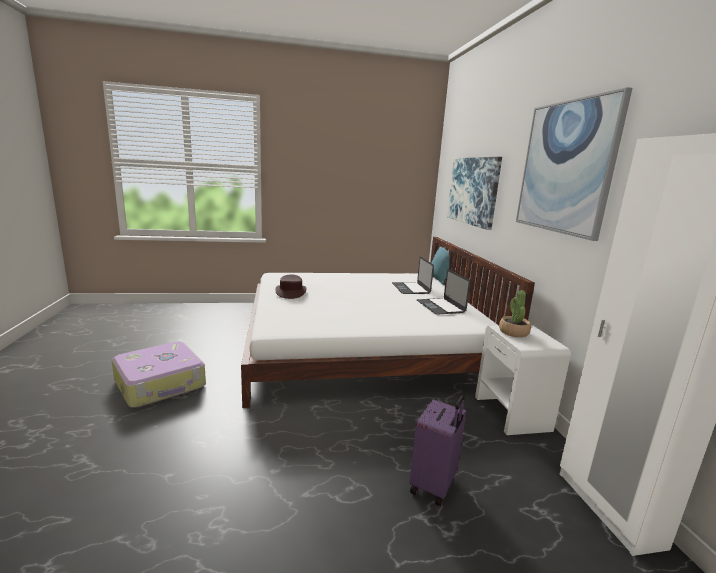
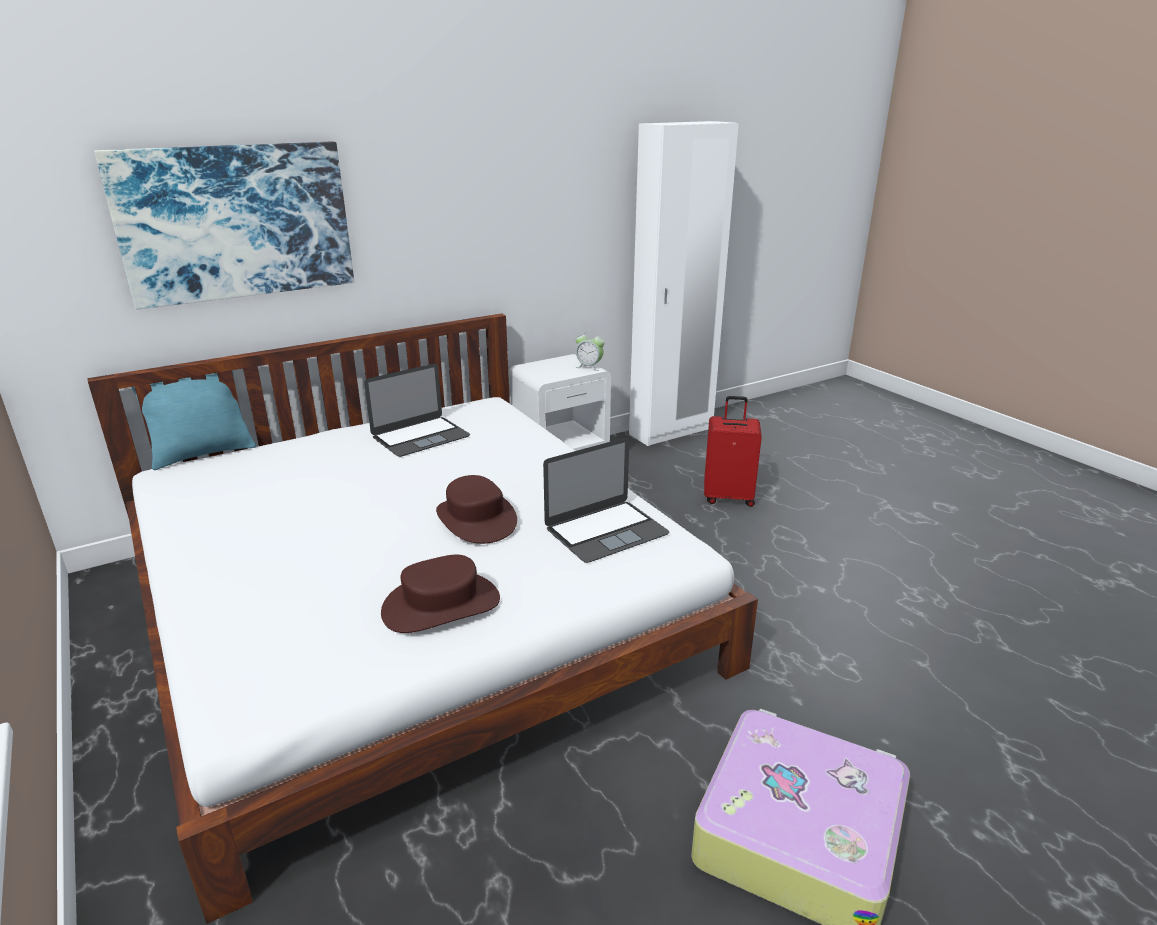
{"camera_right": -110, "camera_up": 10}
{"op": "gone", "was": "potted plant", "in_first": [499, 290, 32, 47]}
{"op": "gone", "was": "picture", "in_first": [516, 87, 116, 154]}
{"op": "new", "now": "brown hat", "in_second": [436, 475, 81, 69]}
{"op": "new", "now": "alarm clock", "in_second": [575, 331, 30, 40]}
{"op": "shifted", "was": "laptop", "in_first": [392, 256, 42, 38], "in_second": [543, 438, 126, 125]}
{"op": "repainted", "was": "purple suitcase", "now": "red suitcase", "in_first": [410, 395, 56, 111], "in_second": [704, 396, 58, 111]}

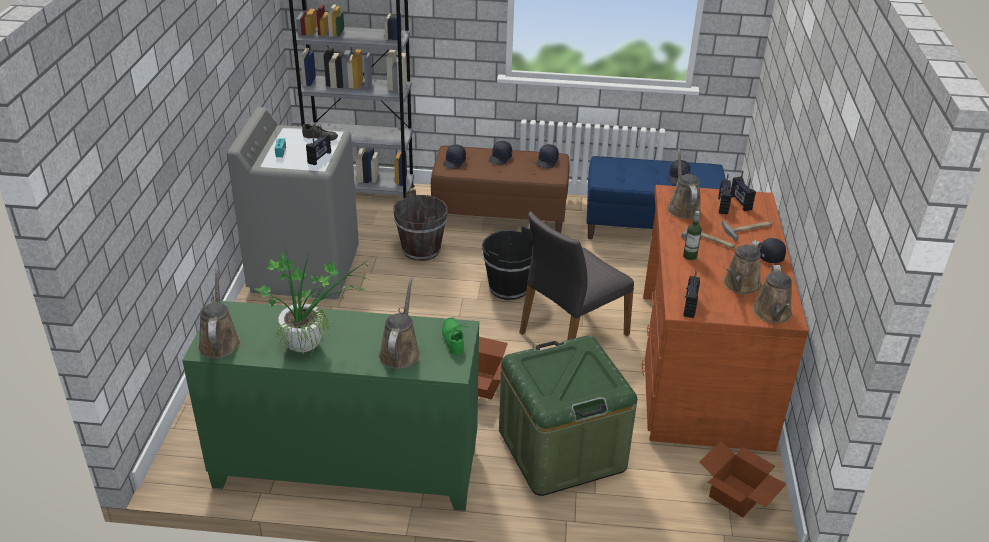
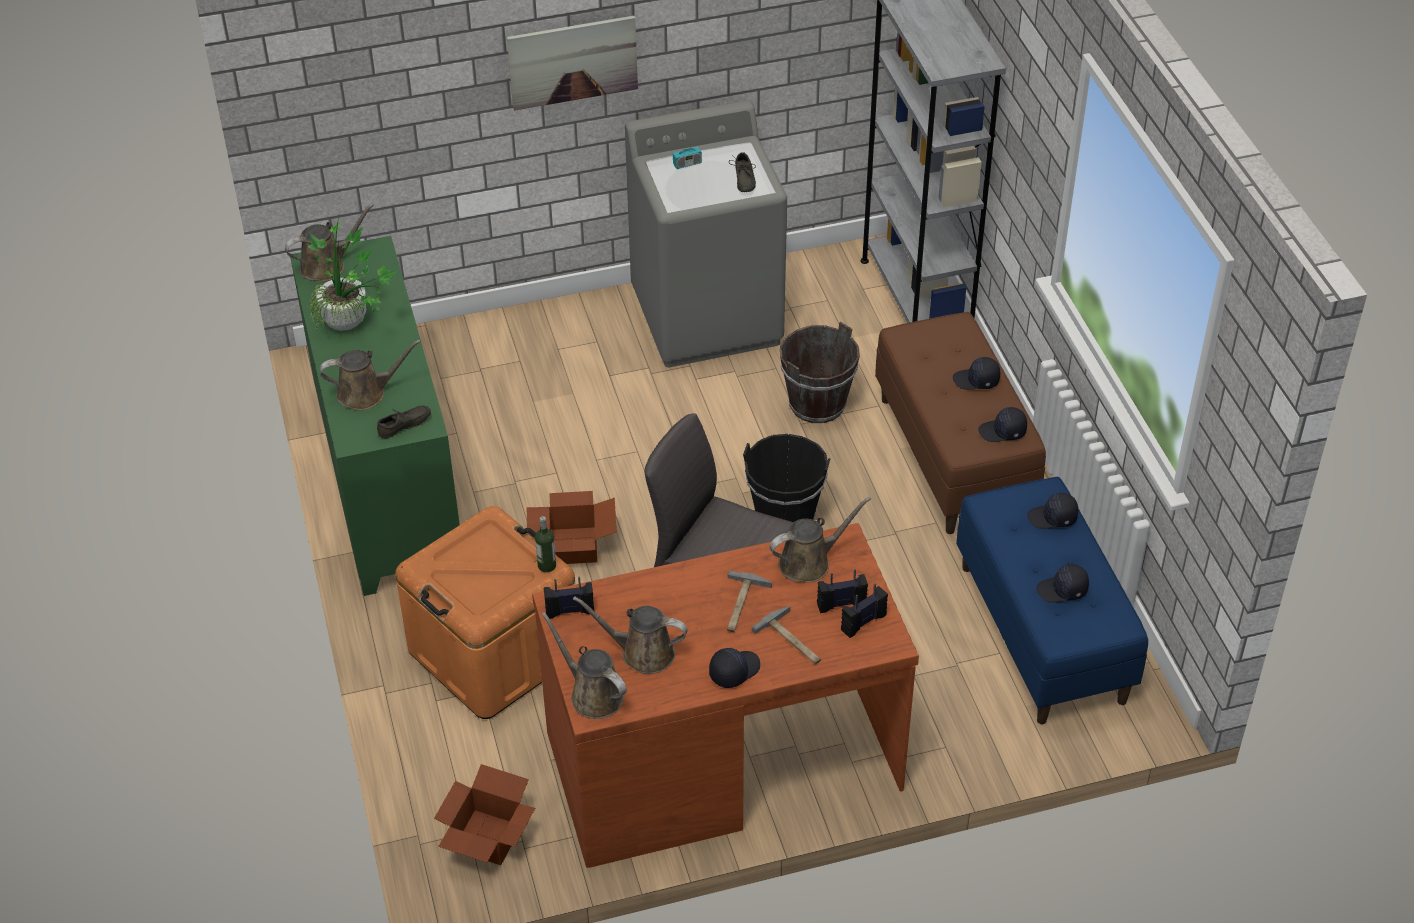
{"camera_right": 70, "camera_up": 10}
{"op": "gone", "was": "radio", "in_first": [306, 127, 25, 38]}
{"op": "new", "now": "picture", "in_second": [507, 16, 131, 95]}
{"op": "shifted", "was": "black cap", "in_first": [443, 144, 23, 25], "in_second": [1027, 493, 51, 36]}
{"op": "shifted", "was": "bottle", "in_first": [683, 211, 19, 49], "in_second": [535, 516, 21, 56]}
{"op": "repainted", "was": "green shoe", "now": "grey shoe", "in_first": [442, 318, 27, 37], "in_second": [377, 405, 54, 33]}
{"op": "repainted", "was": "green storage box", "now": "orange storage box", "in_first": [499, 335, 138, 161], "in_second": [395, 506, 180, 213]}
{"op": "rotated", "was": "brown watering can", "in_first": [753, 265, 39, 58], "in_second": [542, 612, 85, 107], "clockwise": 60}

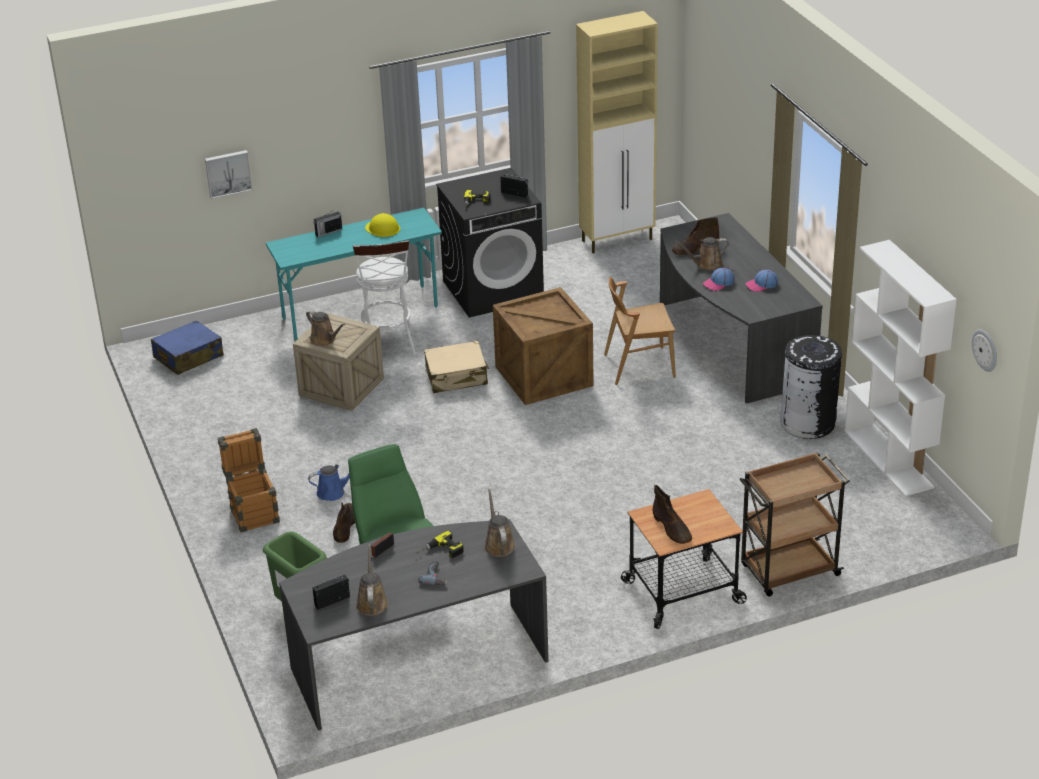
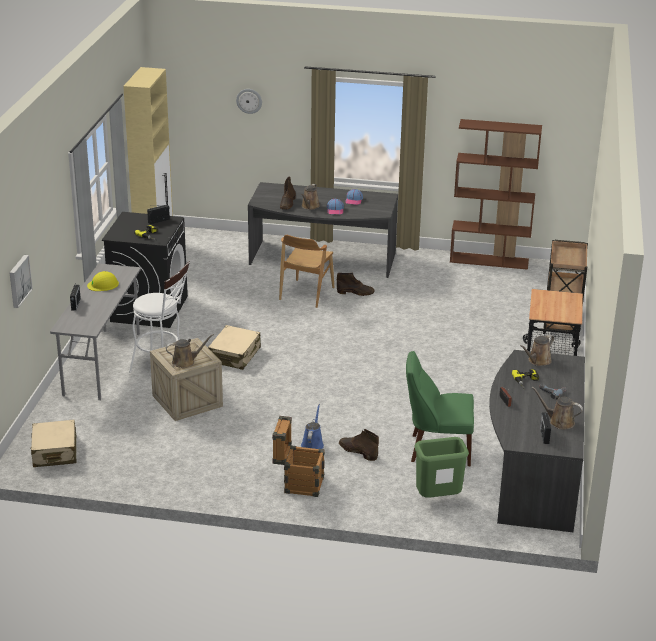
{"camera_right": -60, "camera_up": -5}
{"op": "gone", "was": "crate", "in_first": [493, 287, 101, 118]}
{"op": "gone", "was": "black trash can", "in_first": [780, 335, 62, 104]}
{"op": "shifted", "was": "brown boot", "in_first": [653, 485, 39, 59], "in_second": [337, 272, 37, 24]}
{"op": "shifted", "was": "wall clock", "in_first": [972, 329, 25, 43], "in_second": [236, 89, 26, 25]}
{"op": "repainted", "was": "blue suitcase", "now": "beige suitcase", "in_first": [151, 320, 73, 55], "in_second": [30, 420, 47, 47]}
{"op": "repainted", "was": "turquoise desk", "now": "grey desk", "in_first": [266, 208, 176, 133], "in_second": [50, 263, 91, 138]}
{"op": "repainted", "was": "white bookcase", "now": "brown bookcase", "in_first": [844, 240, 113, 257], "in_second": [450, 119, 92, 151]}
{"op": "rotated", "was": "brown watering can", "in_first": [484, 489, 31, 68], "in_second": [520, 335, 34, 31], "clockwise": -60}

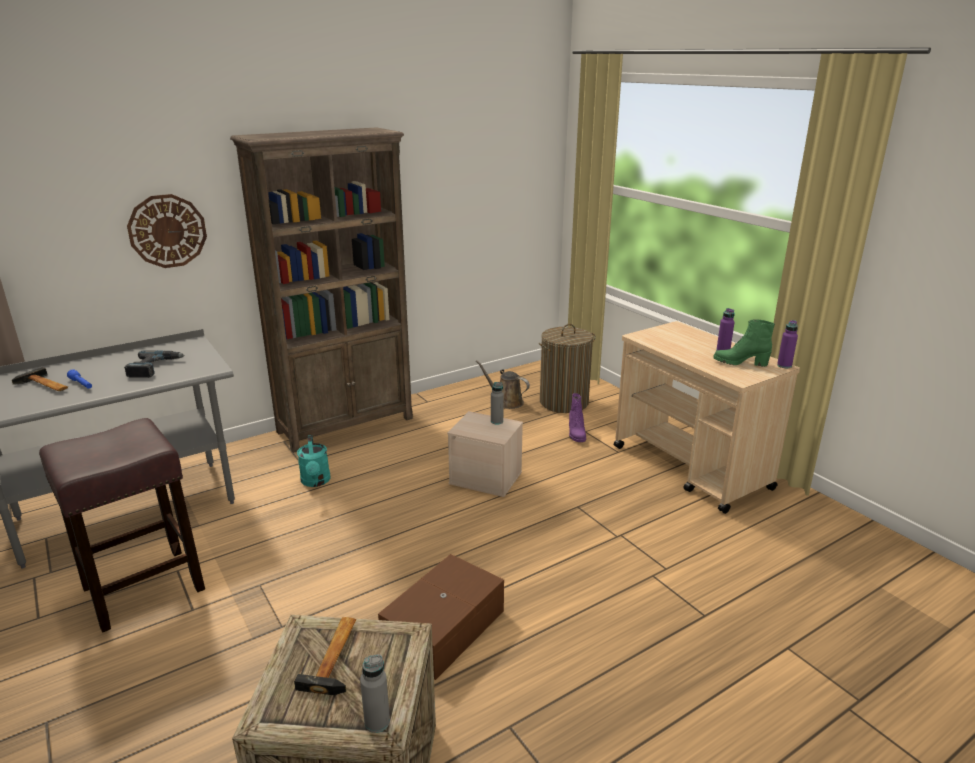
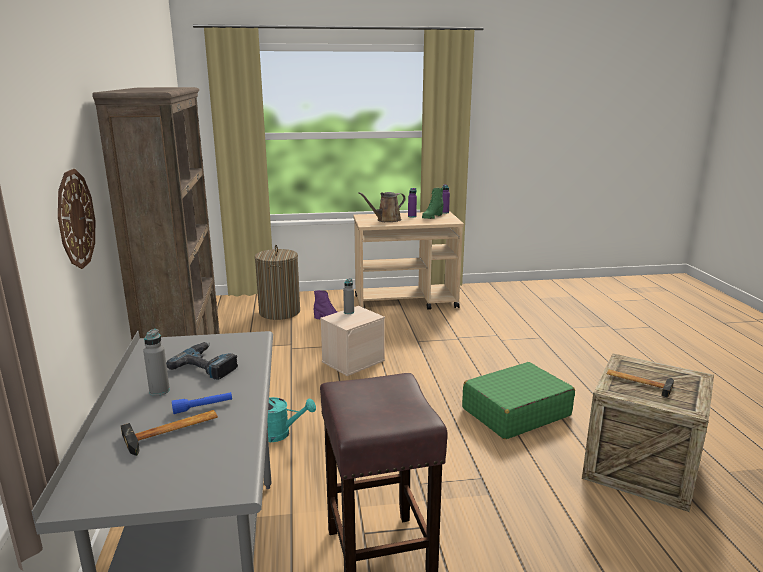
{"camera_right": -65, "camera_up": -5}
{"op": "shifted", "was": "grey bottle", "in_first": [360, 654, 30, 79], "in_second": [143, 329, 27, 67]}
{"op": "shifted", "was": "brown watering can", "in_first": [476, 360, 54, 49], "in_second": [359, 192, 47, 30]}
{"op": "swapped", "was": "brown storage box", "now": "green suitcase", "in_first": [378, 554, 126, 126], "in_second": [462, 362, 113, 77]}

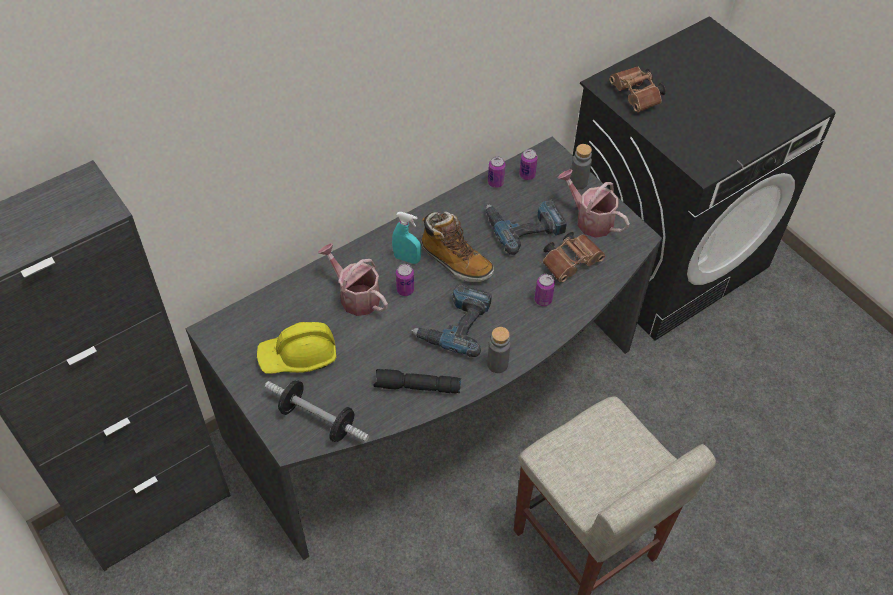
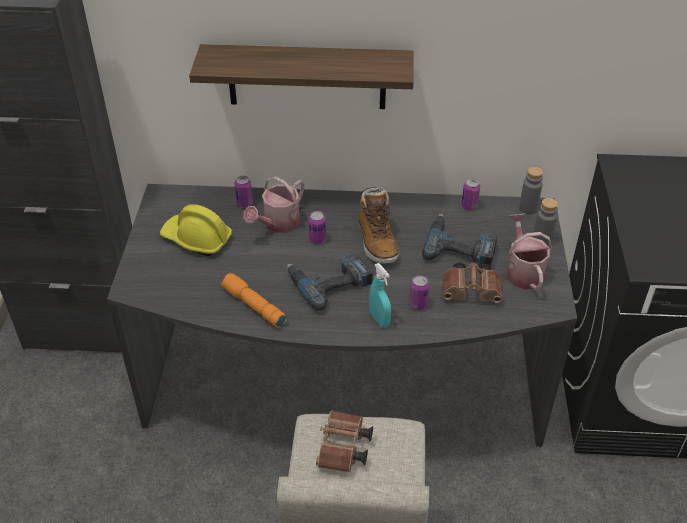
{"camera_right": 40, "camera_up": -10}
{"op": "gone", "was": "dumbbell", "in_first": [265, 381, 104, 61]}
{"op": "new", "now": "shelf", "in_second": [189, 44, 224, 65]}
{"op": "shifted", "was": "turquoise spray bottle", "in_first": [392, 212, 29, 52], "in_second": [369, 263, 22, 65]}
{"op": "shifted", "was": "grey bottle", "in_first": [487, 327, 24, 46], "in_second": [519, 167, 24, 47]}
{"op": "shifted", "was": "can", "in_first": [519, 149, 19, 31], "in_second": [235, 176, 18, 32]}
{"op": "shifted", "was": "brown binoculars", "in_first": [609, 66, 57, 46], "in_second": [316, 410, 57, 62]}
{"op": "repainted", "was": "black flashlight", "now": "orange flashlight", "in_first": [373, 369, 88, 24], "in_second": [220, 273, 66, 55]}
{"op": "rotated", "was": "watering can", "in_first": [318, 243, 70, 73], "in_second": [243, 176, 62, 57], "clockwise": -135}

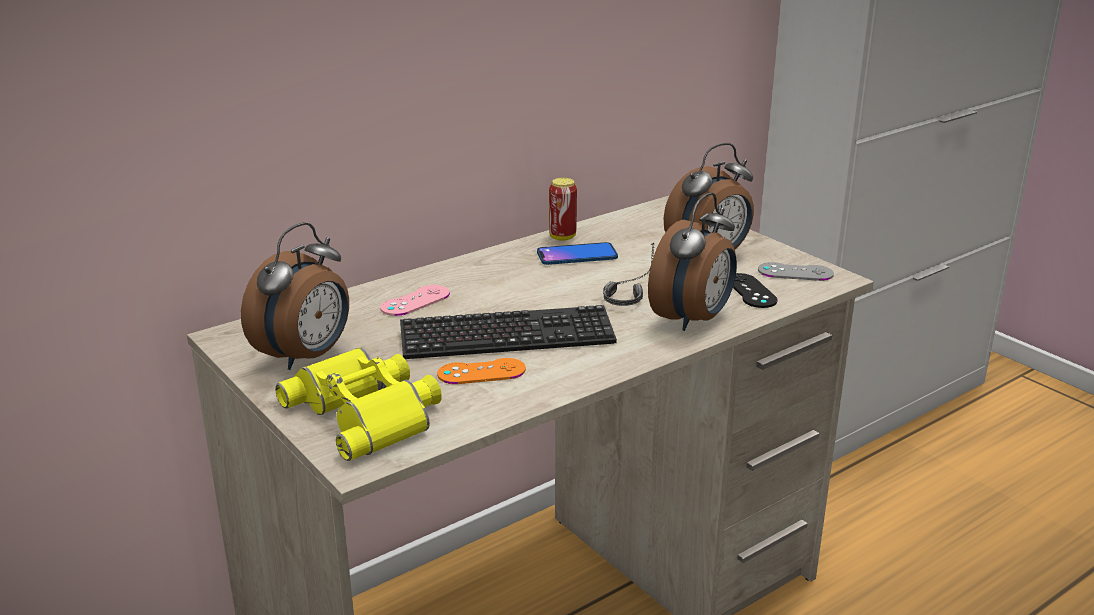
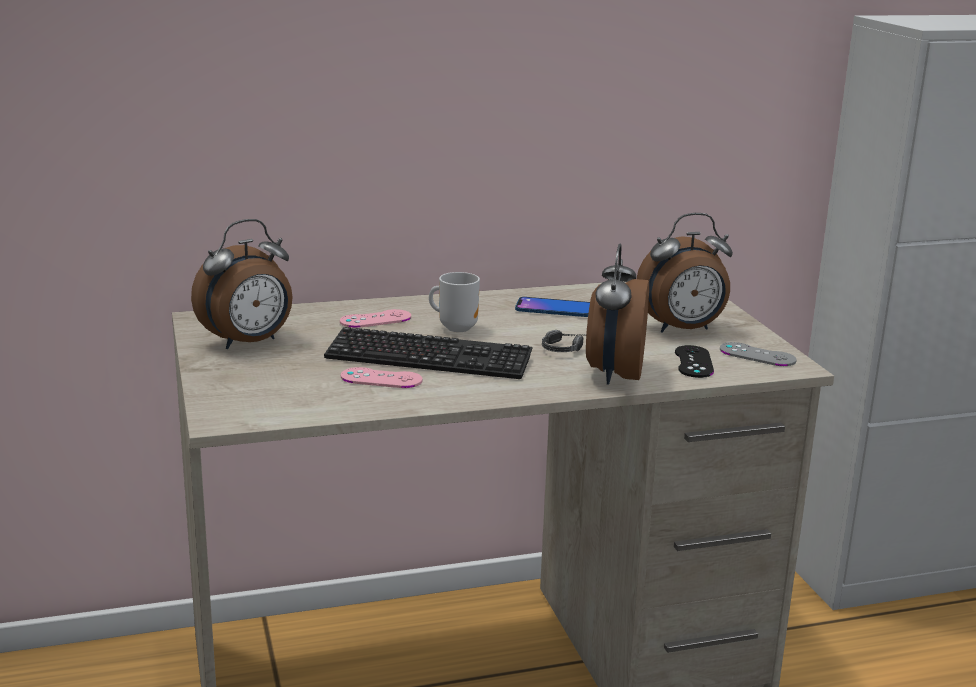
{"camera_right": 20, "camera_up": -5}
{"op": "gone", "was": "yellow binoculars", "in_first": [275, 347, 167, 114]}
{"op": "gone", "was": "can", "in_first": [549, 178, 28, 63]}
{"op": "new", "now": "mug", "in_second": [429, 272, 51, 60]}
{"op": "repainted", "was": "orange game controller", "now": "pink game controller", "in_first": [437, 358, 89, 26], "in_second": [341, 367, 82, 21]}
{"op": "rotated", "was": "alarm clock", "in_first": [648, 192, 89, 139], "in_second": [586, 244, 63, 141], "clockwise": 135}

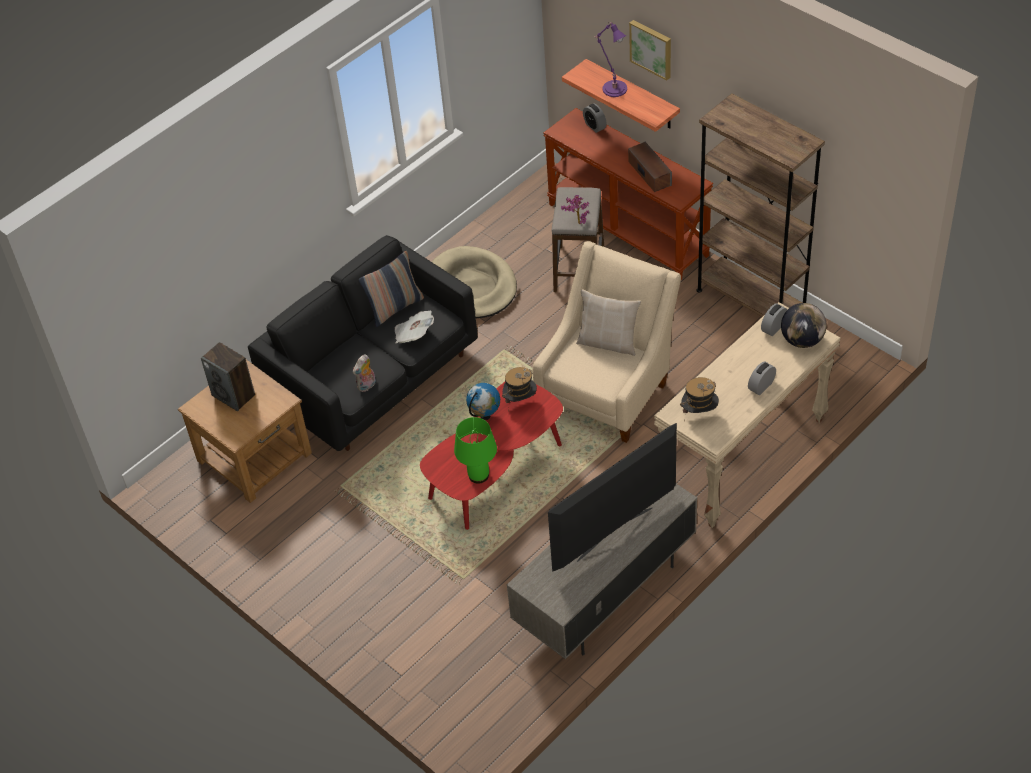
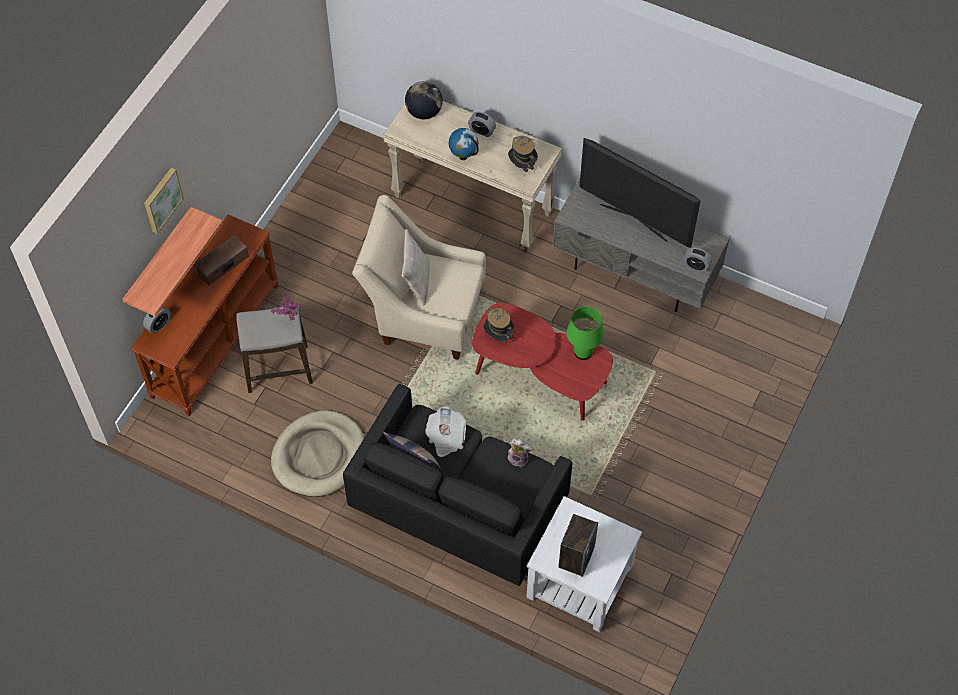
{"camera_right": -110, "camera_up": 10}
{"op": "gone", "was": "purple table lamp", "in_first": [594, 22, 33, 75]}
{"op": "gone", "was": "brown bookcase", "in_first": [697, 94, 128, 223]}
{"op": "shifted", "was": "globe", "in_first": [466, 383, 34, 37], "in_second": [449, 128, 30, 32]}
{"op": "shifted", "was": "alarm clock", "in_first": [761, 303, 26, 33], "in_second": [683, 248, 29, 25]}
{"op": "repainted", "was": "brown side table", "now": "white side table", "in_first": [178, 360, 134, 143], "in_second": [526, 496, 116, 136]}

